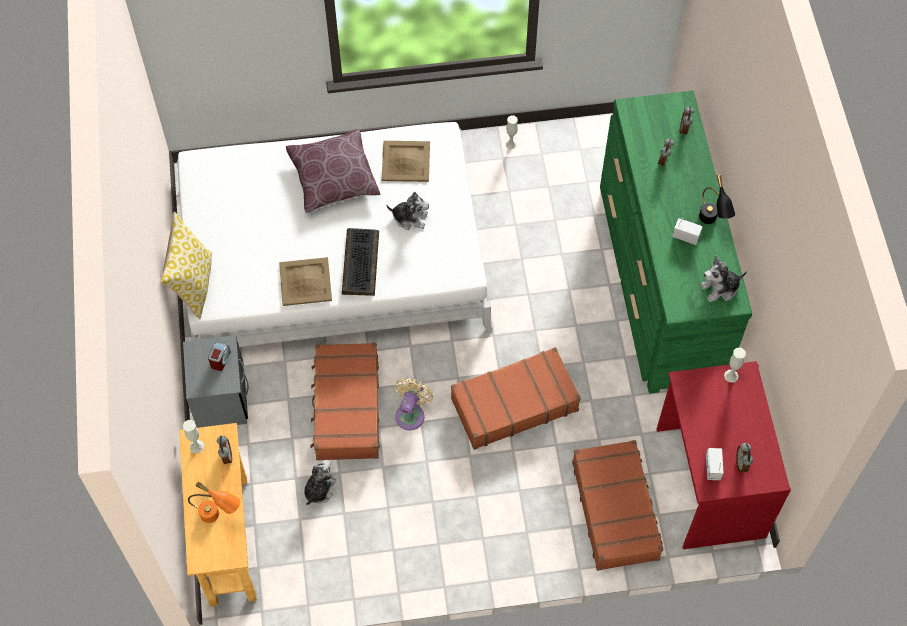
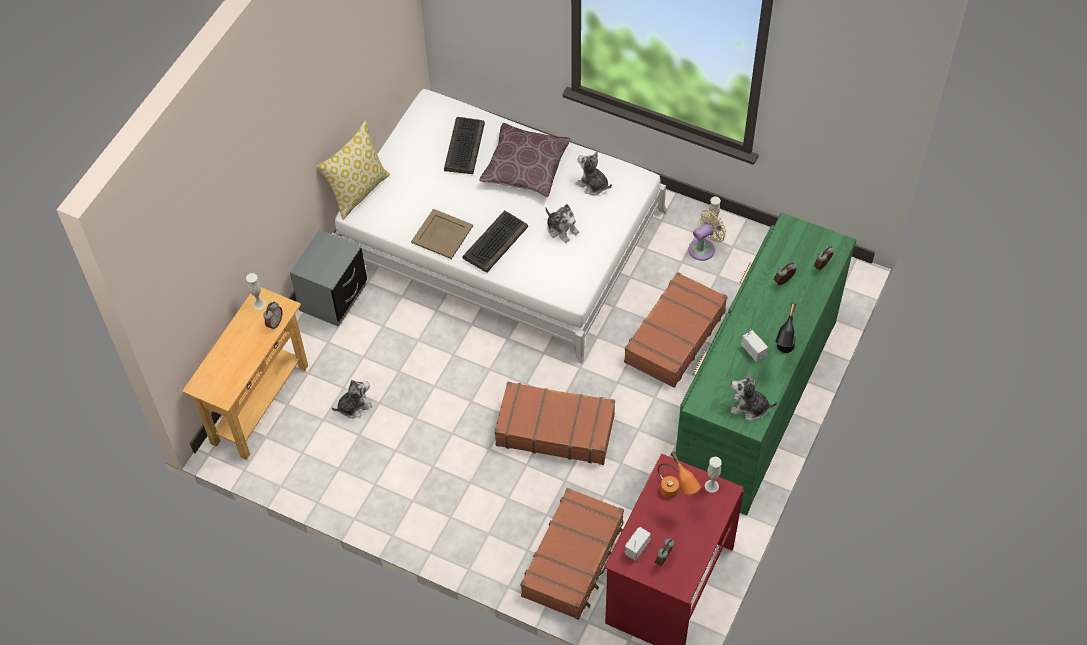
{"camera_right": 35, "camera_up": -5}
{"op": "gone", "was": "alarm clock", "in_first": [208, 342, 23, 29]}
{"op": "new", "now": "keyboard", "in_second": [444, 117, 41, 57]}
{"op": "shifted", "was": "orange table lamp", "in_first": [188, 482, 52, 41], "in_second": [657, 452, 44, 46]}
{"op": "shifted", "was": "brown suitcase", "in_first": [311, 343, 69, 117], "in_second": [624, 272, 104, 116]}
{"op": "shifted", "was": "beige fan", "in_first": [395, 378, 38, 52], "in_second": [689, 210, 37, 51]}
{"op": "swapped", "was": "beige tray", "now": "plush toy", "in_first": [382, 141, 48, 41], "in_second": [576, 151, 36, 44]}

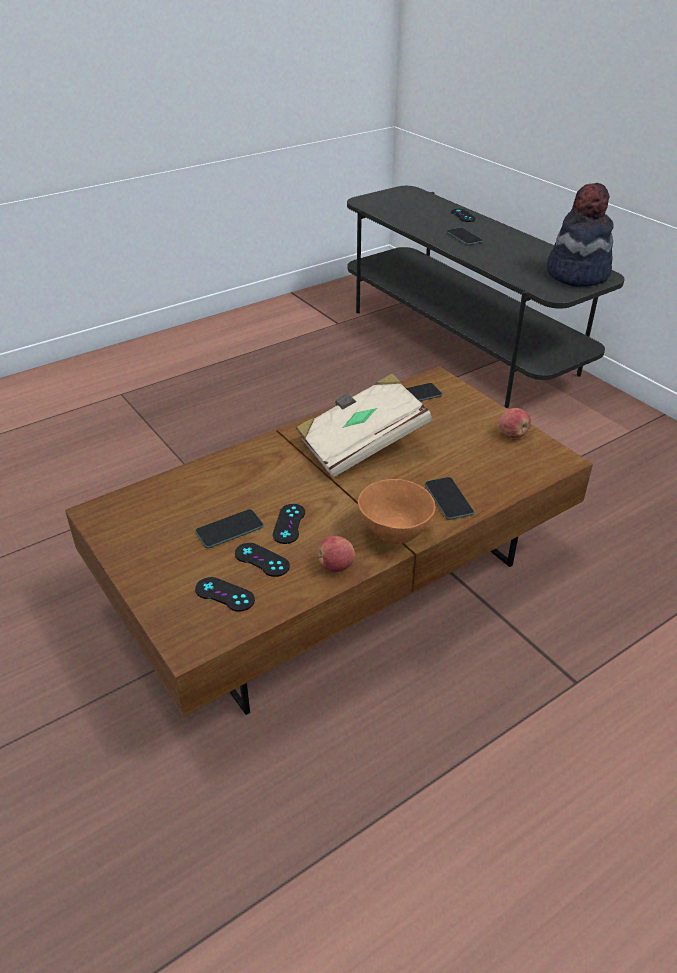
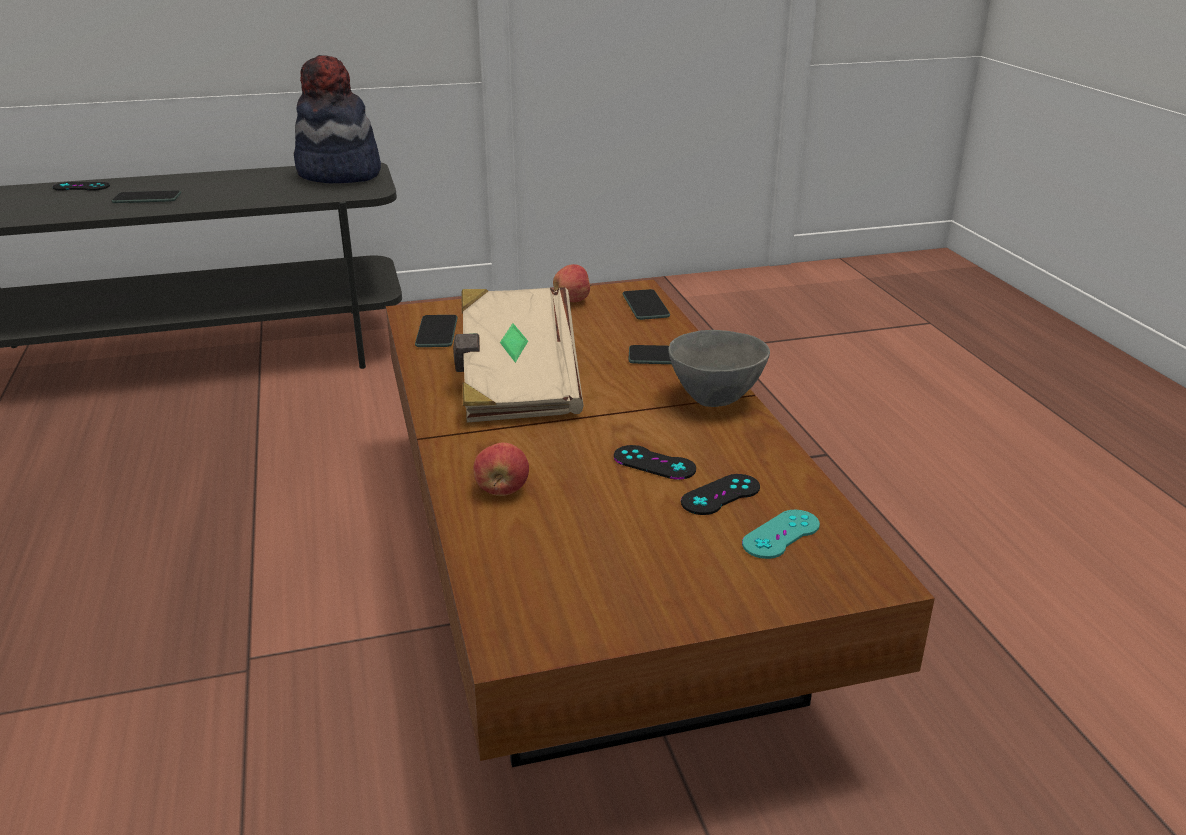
{"camera_right": -70, "camera_up": -10}
{"op": "shifted", "was": "phone", "in_first": [195, 509, 69, 39], "in_second": [623, 289, 47, 31]}
{"op": "shifted", "was": "apple", "in_first": [317, 536, 38, 36], "in_second": [474, 443, 55, 53]}
{"op": "repainted", "was": "black game controller", "now": "turquoise game controller", "in_first": [195, 577, 60, 35], "in_second": [742, 510, 78, 49]}
{"op": "repainted", "was": "orange bowl", "now": "grey bowl", "in_first": [358, 479, 78, 65], "in_second": [668, 330, 102, 77]}

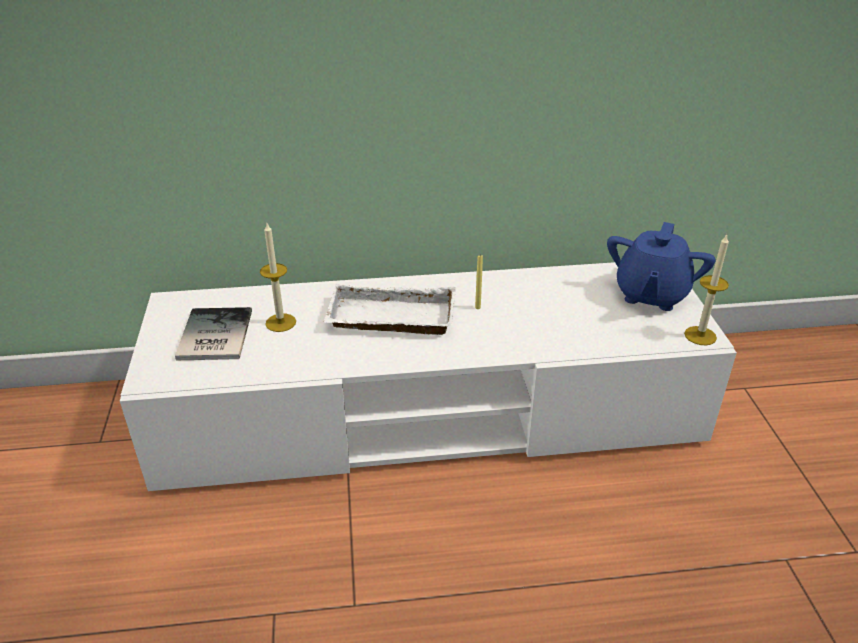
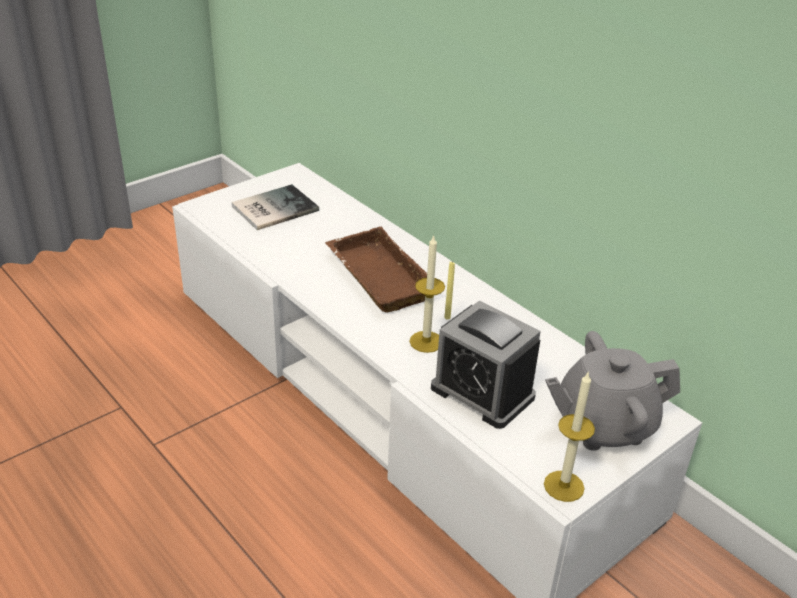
{"camera_right": 55, "camera_up": 0}
{"op": "new", "now": "alarm clock", "in_second": [431, 300, 110, 129]}
{"op": "shifted", "was": "candle", "in_first": [260, 223, 36, 109], "in_second": [410, 234, 35, 119]}
{"op": "repainted", "was": "white tray", "now": "brown tray", "in_first": [324, 284, 132, 51], "in_second": [325, 227, 102, 86]}
{"op": "repainted", "was": "blue teapot", "now": "grey teapot", "in_first": [607, 222, 109, 89], "in_second": [545, 331, 135, 120]}

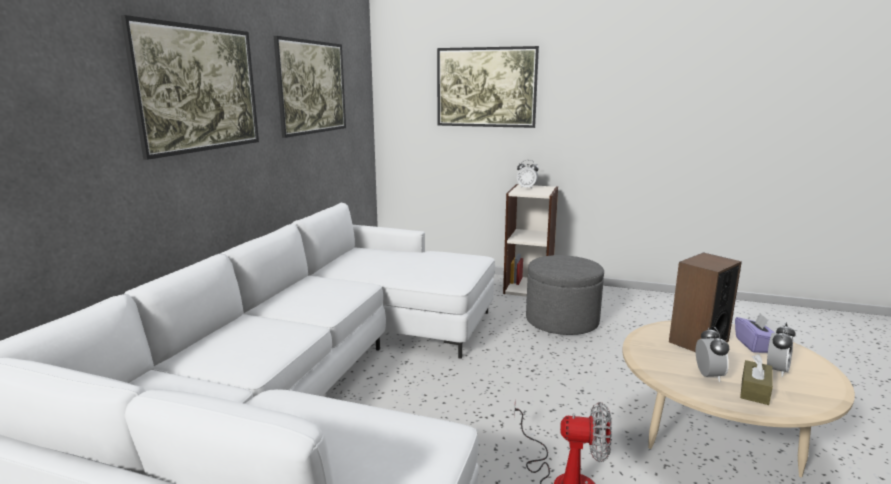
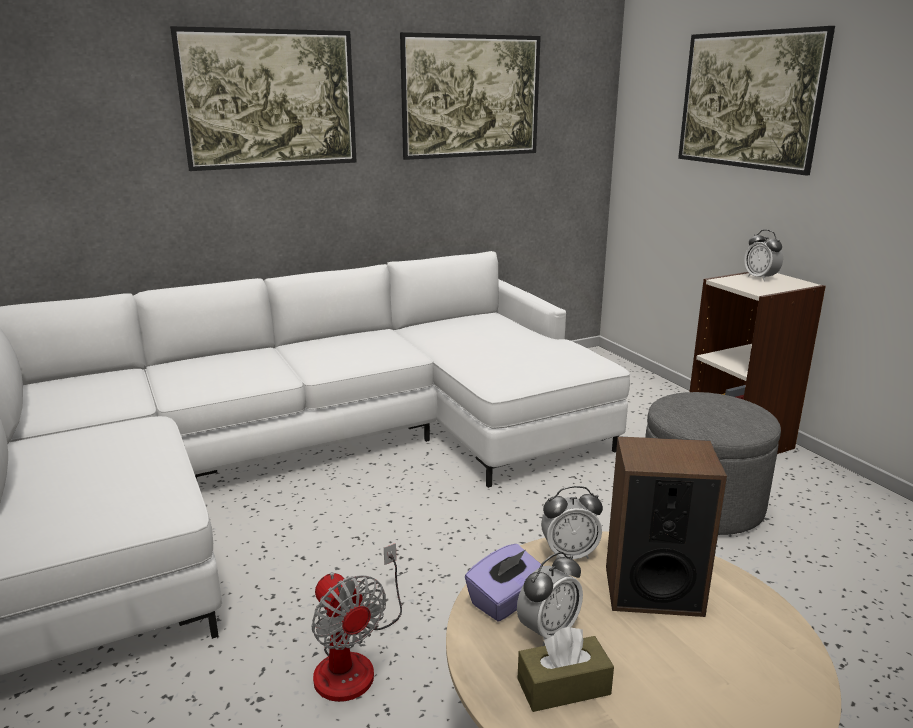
{"camera_right": 45, "camera_up": 5}
{"op": "shifted", "was": "purple tissue box", "in_first": [735, 313, 39, 40], "in_second": [465, 544, 78, 78]}
{"op": "shifted", "was": "alarm clock", "in_first": [767, 322, 29, 55], "in_second": [541, 486, 62, 73]}

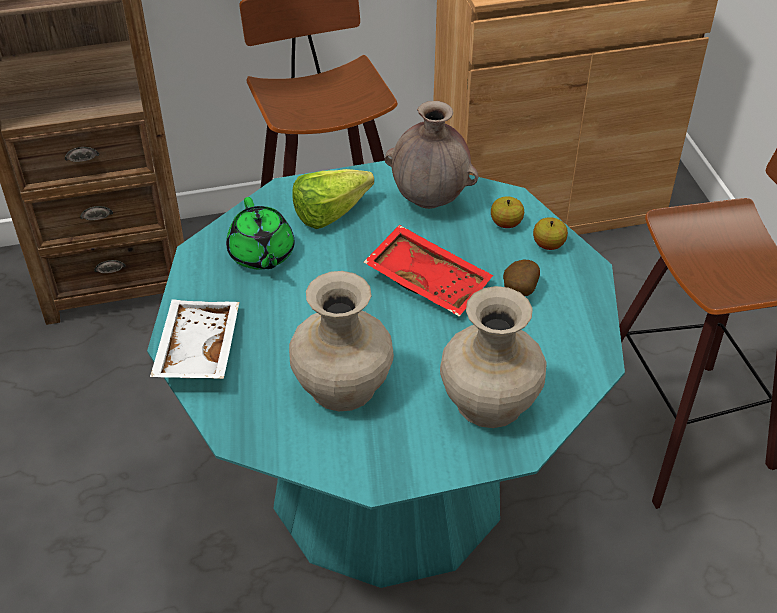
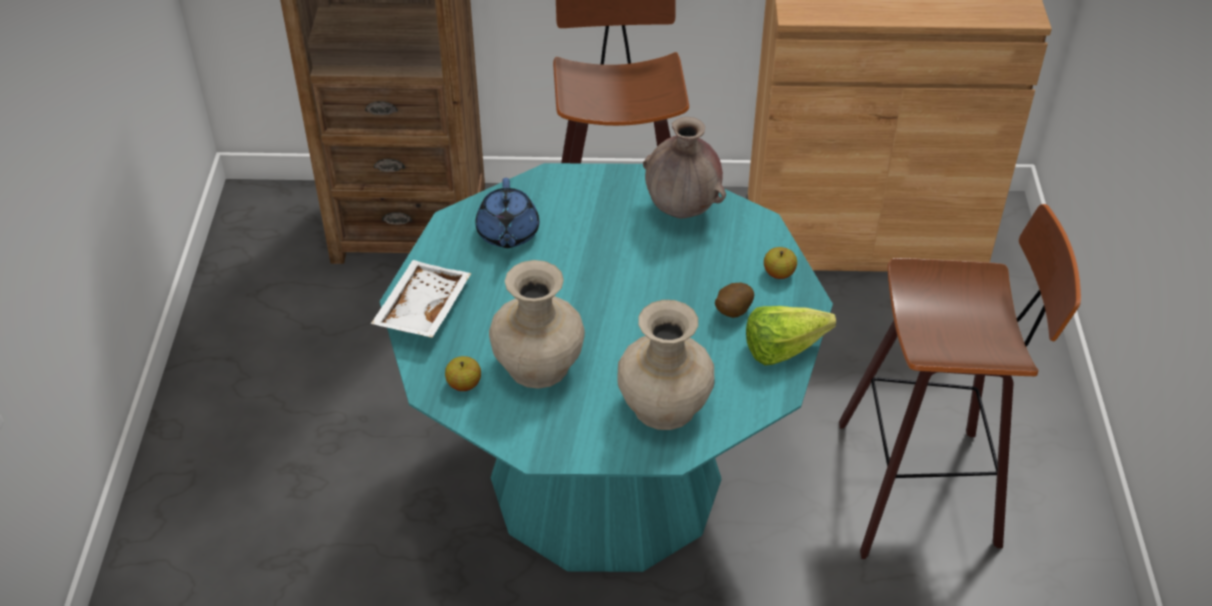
{"camera_right": 15, "camera_up": 0}
{"op": "gone", "was": "red tray", "in_first": [364, 225, 129, 92]}
{"op": "shifted", "was": "lettuce", "in_first": [292, 169, 82, 60], "in_second": [746, 306, 90, 59]}
{"op": "shifted", "was": "apple", "in_first": [491, 196, 33, 32], "in_second": [445, 356, 36, 35]}
{"op": "repainted", "was": "green teapot", "now": "blue teapot", "in_first": [226, 197, 69, 73], "in_second": [475, 178, 64, 70]}

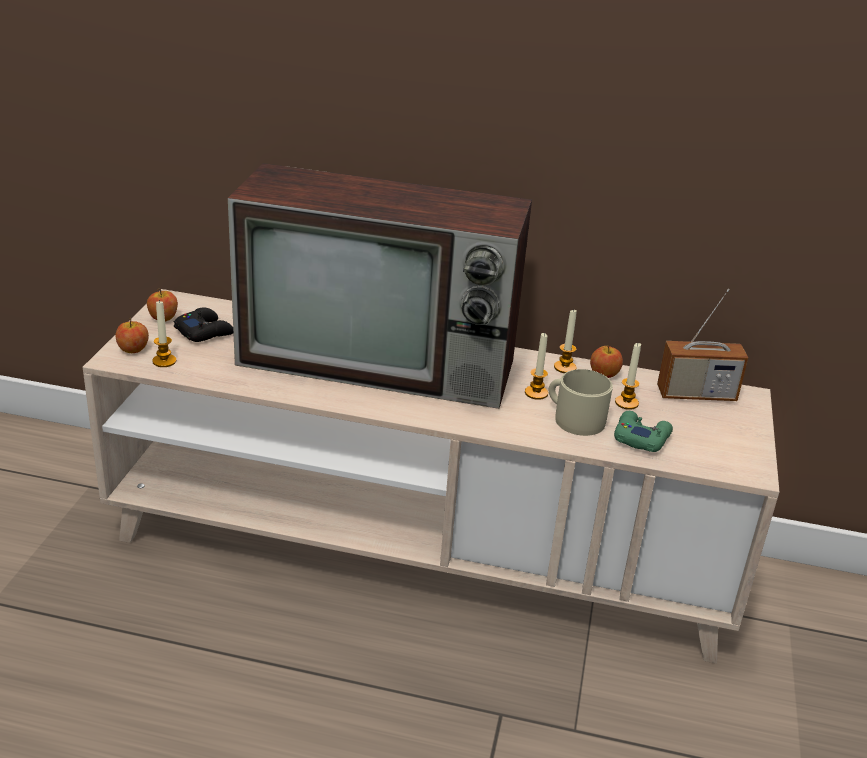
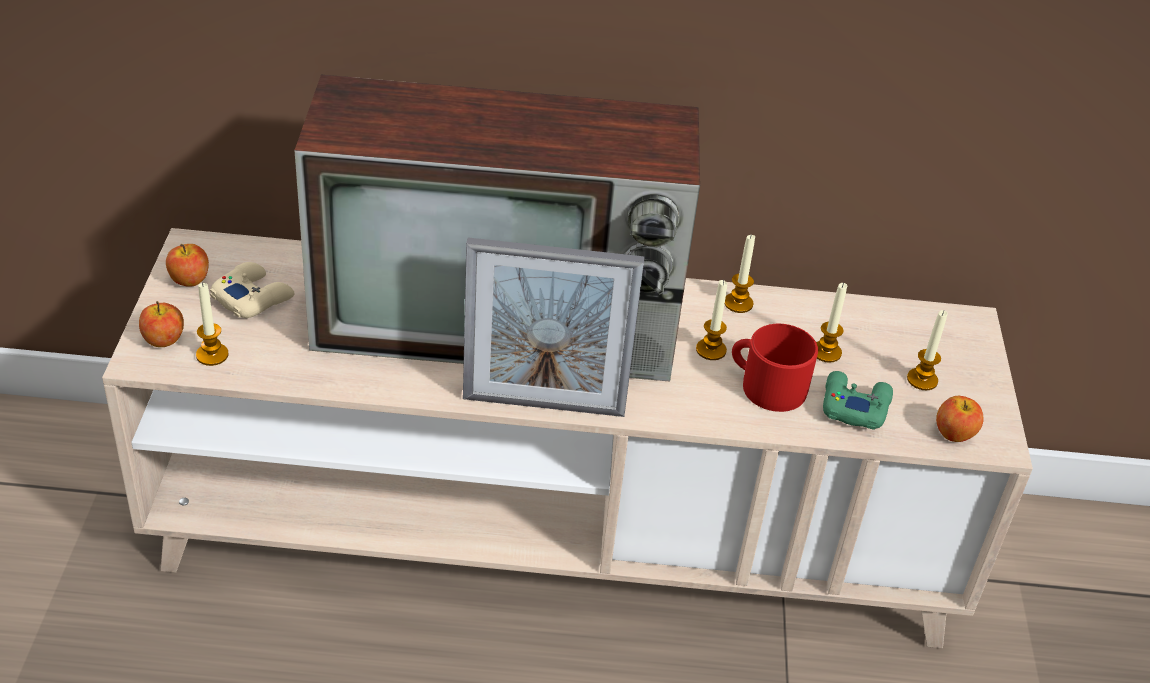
{"camera_right": -10, "camera_up": 10}
{"op": "gone", "was": "radio", "in_first": [657, 289, 91, 112]}
{"op": "new", "now": "picture frame", "in_second": [463, 238, 181, 179]}
{"op": "new", "now": "candle", "in_second": [907, 310, 41, 80]}
{"op": "shifted", "was": "apple", "in_first": [590, 345, 33, 33], "in_second": [936, 396, 48, 46]}
{"op": "repainted", "was": "black game controller", "now": "beige game controller", "in_first": [174, 307, 59, 35], "in_second": [210, 262, 84, 56]}
{"op": "repainted", "was": "beige mug", "now": "red mug", "in_first": [549, 369, 64, 67], "in_second": [732, 324, 86, 88]}

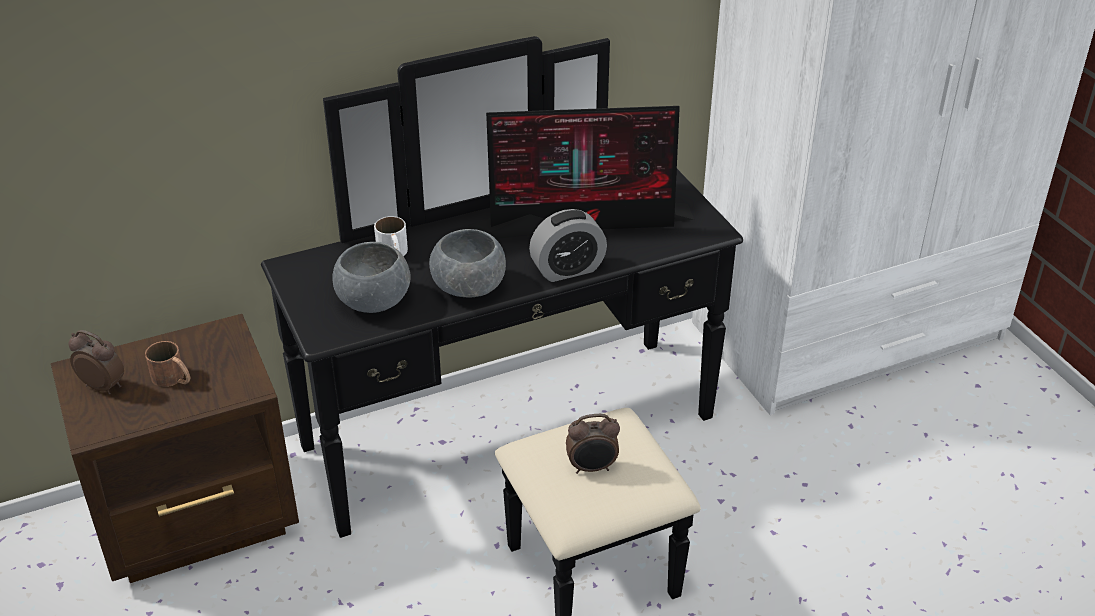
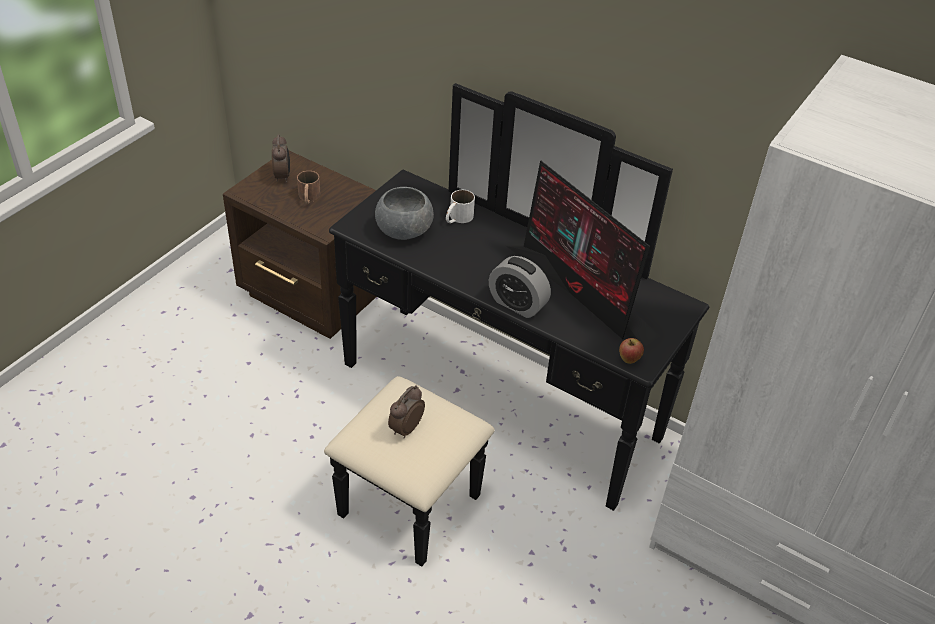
{"camera_right": 55, "camera_up": 5}
{"op": "gone", "was": "grey bowl", "in_first": [429, 229, 77, 69]}
{"op": "new", "now": "apple", "in_second": [619, 338, 25, 26]}
{"op": "rotated", "was": "alarm clock", "in_first": [566, 414, 54, 60], "in_second": [388, 385, 37, 53], "clockwise": 75}

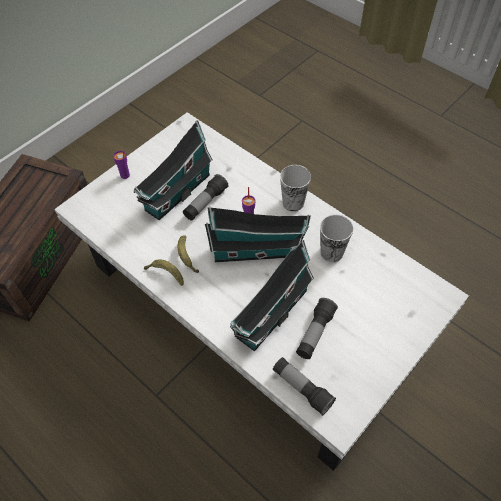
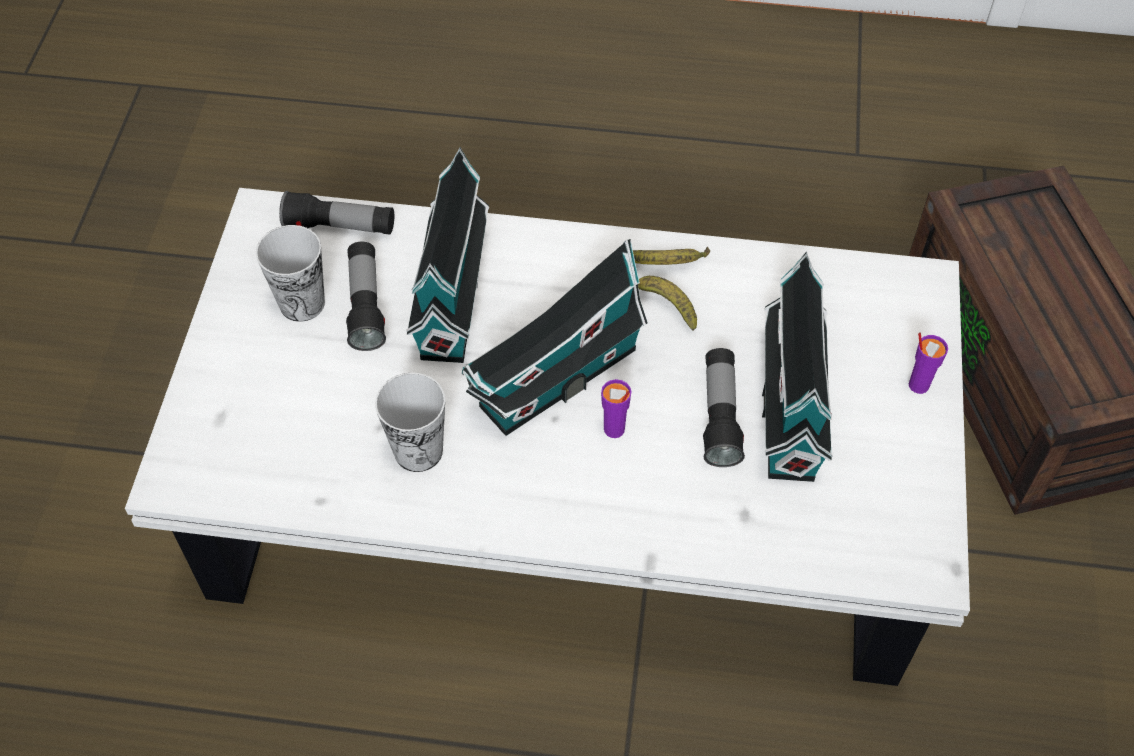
{"camera_right": 145, "camera_up": 0}
{"op": "shifted", "was": "cup", "in_first": [280, 165, 31, 46], "in_second": [256, 225, 69, 97]}

